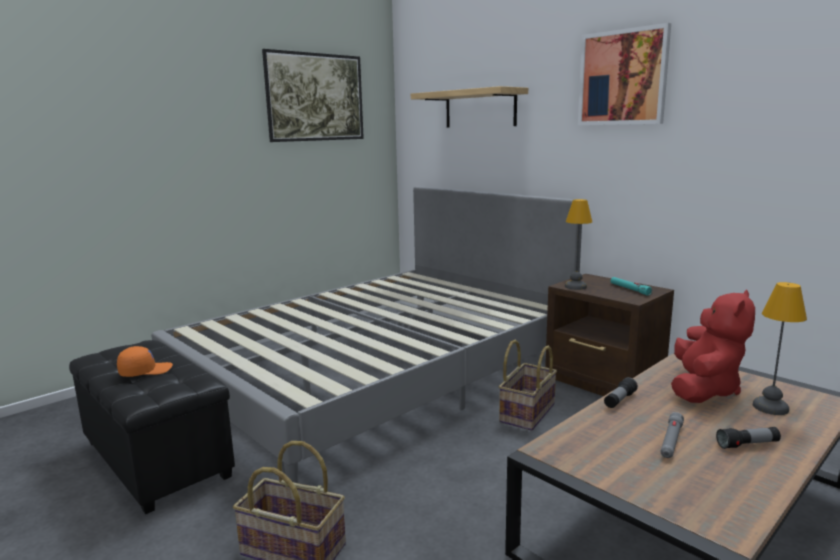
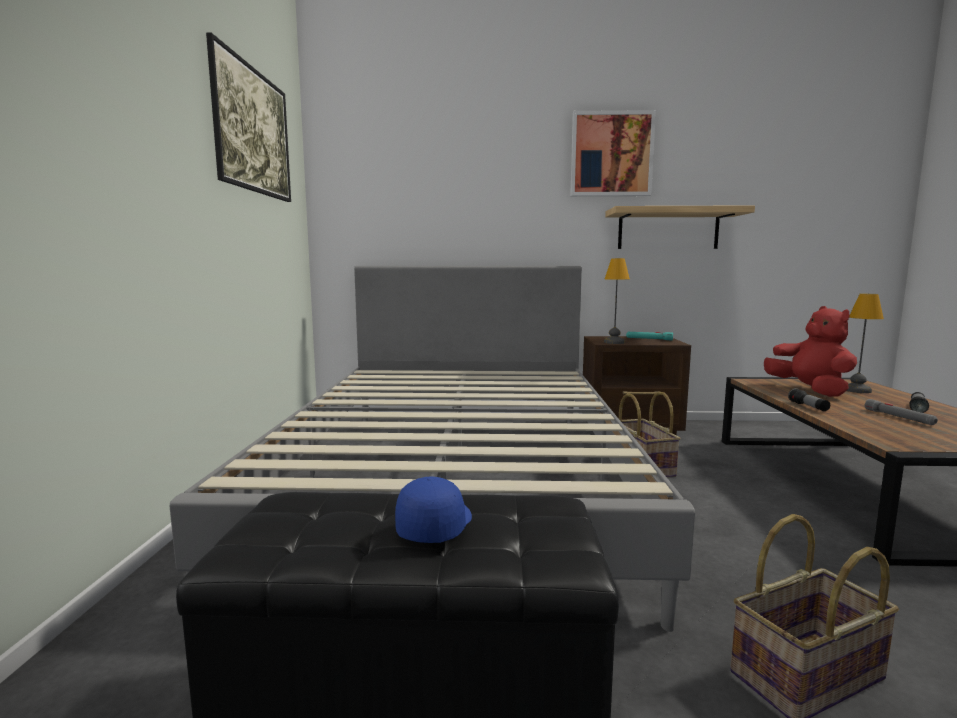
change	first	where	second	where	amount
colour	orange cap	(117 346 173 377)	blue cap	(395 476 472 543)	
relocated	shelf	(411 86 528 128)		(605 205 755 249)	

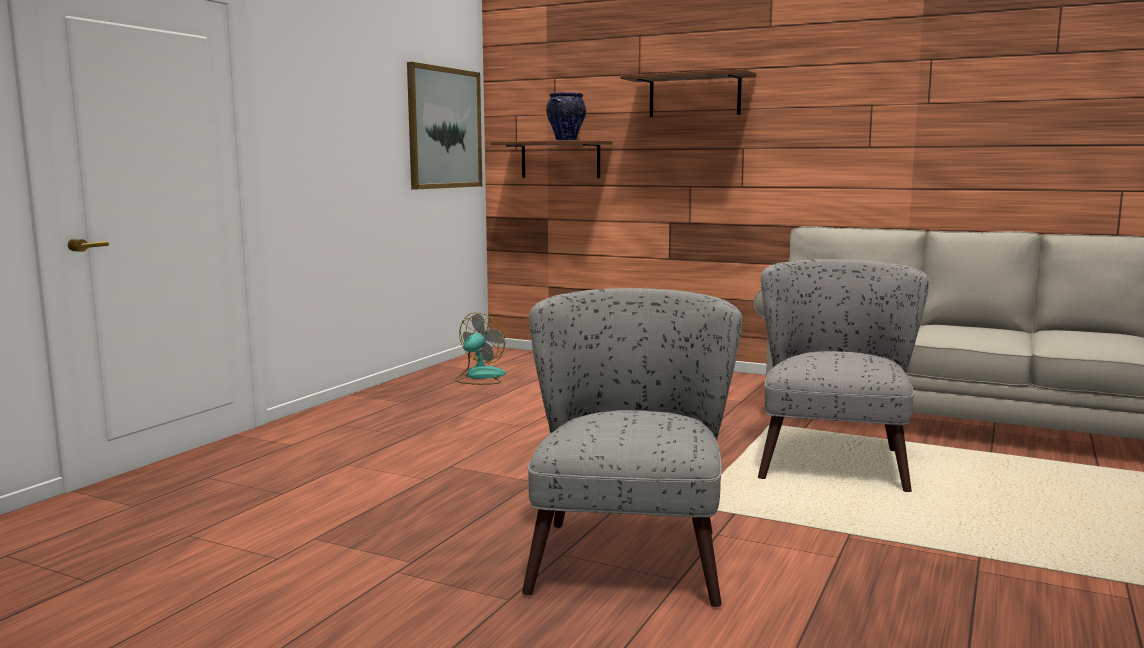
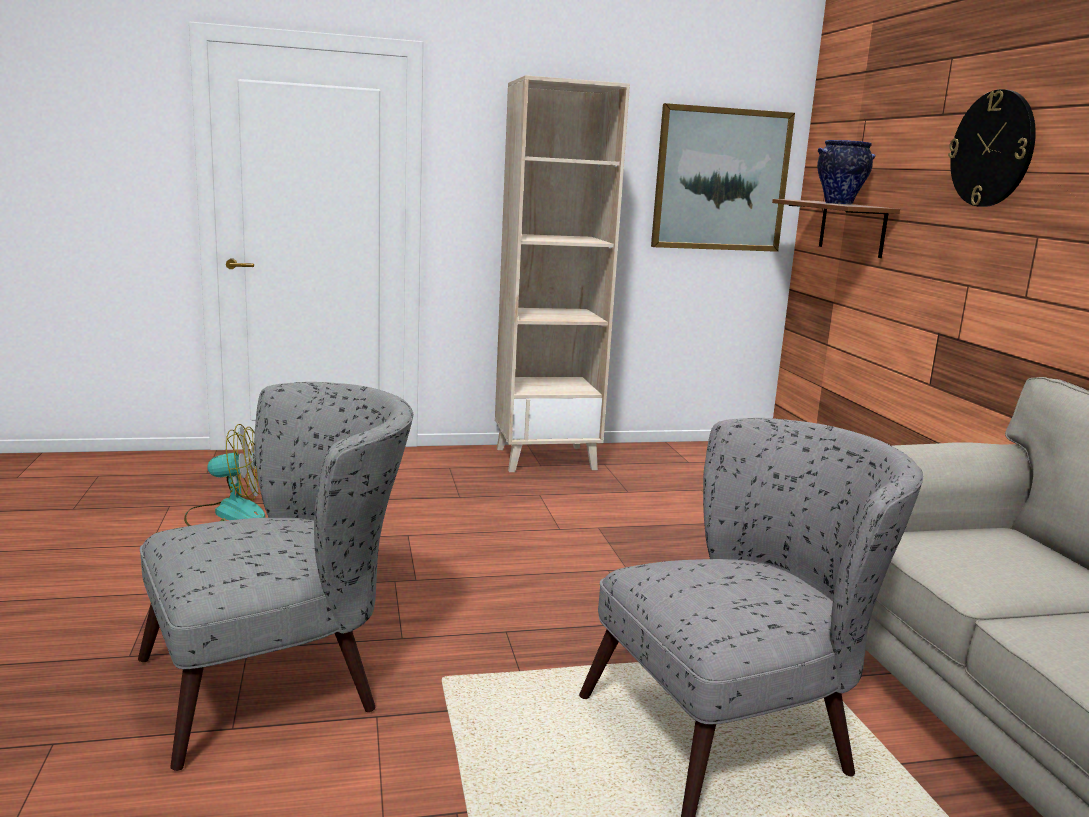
change	first	where	second	where	amount
relocated	fan	(455 313 506 385)		(184 424 265 526)	
exchanged	brown shelf	(620 69 756 117)	wall clock	(948 89 1036 207)	
appeared			beige bookcase	(495 75 630 472)	

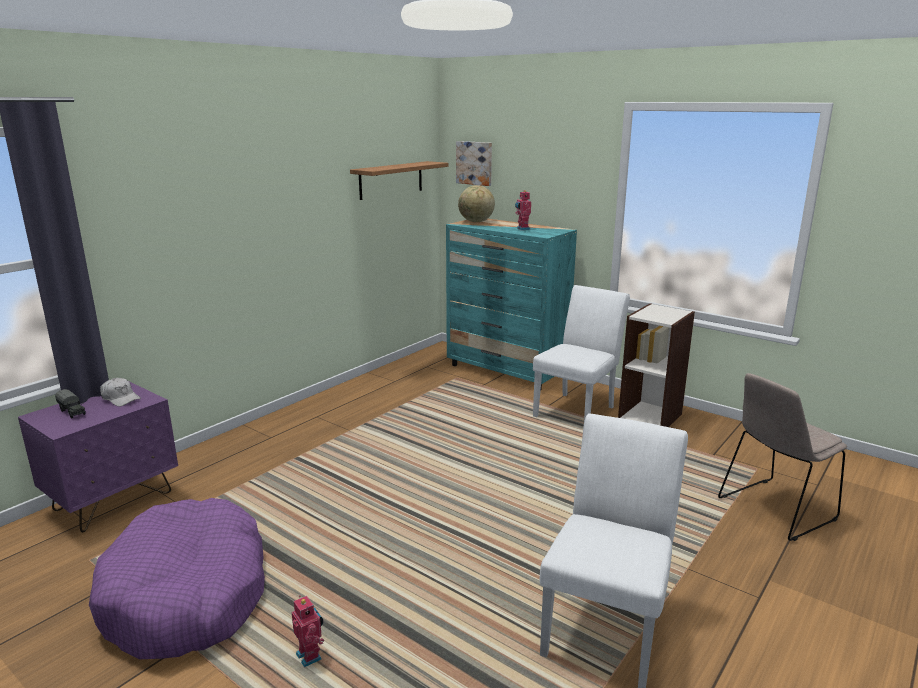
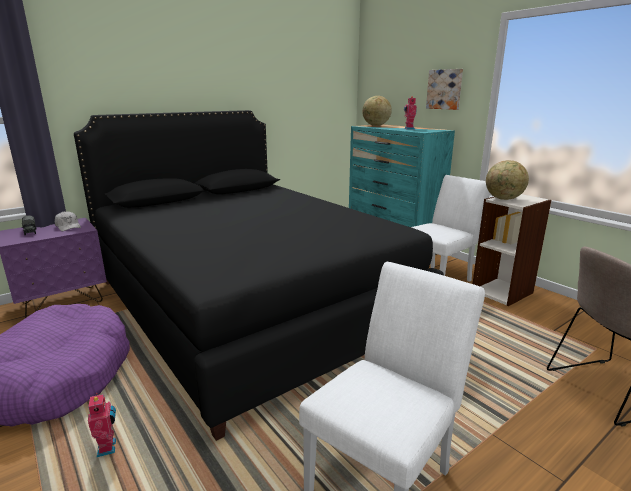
change	first	where	second	where	amount
missing	shelf	(350 161 449 200)			
relocated	picture	(456 141 492 186)		(426 69 463 110)	
appeared			black bed	(74 110 444 441)	
appeared			globe	(486 160 529 200)	

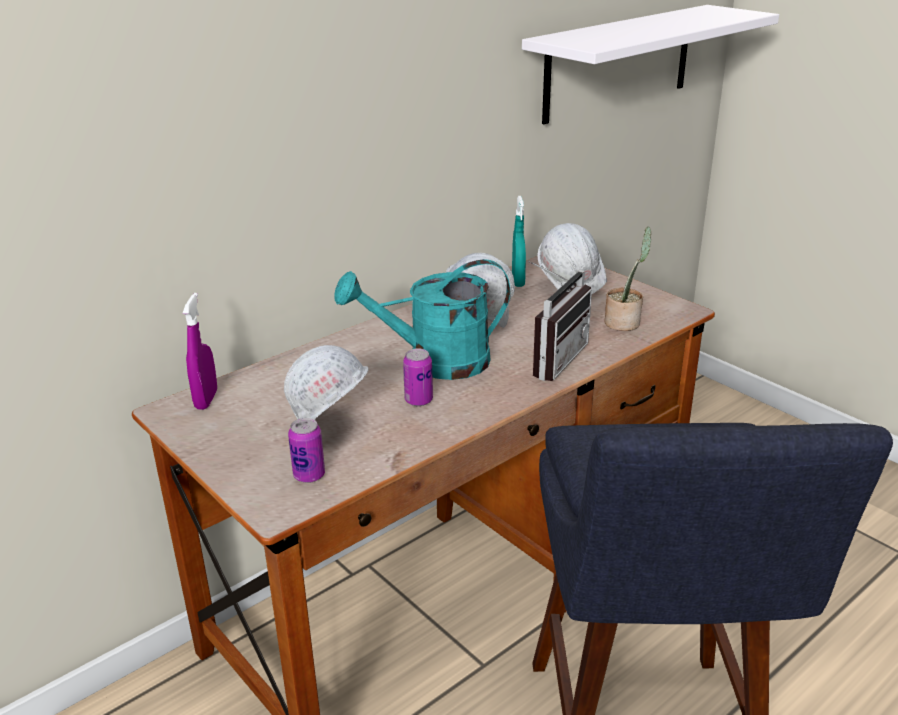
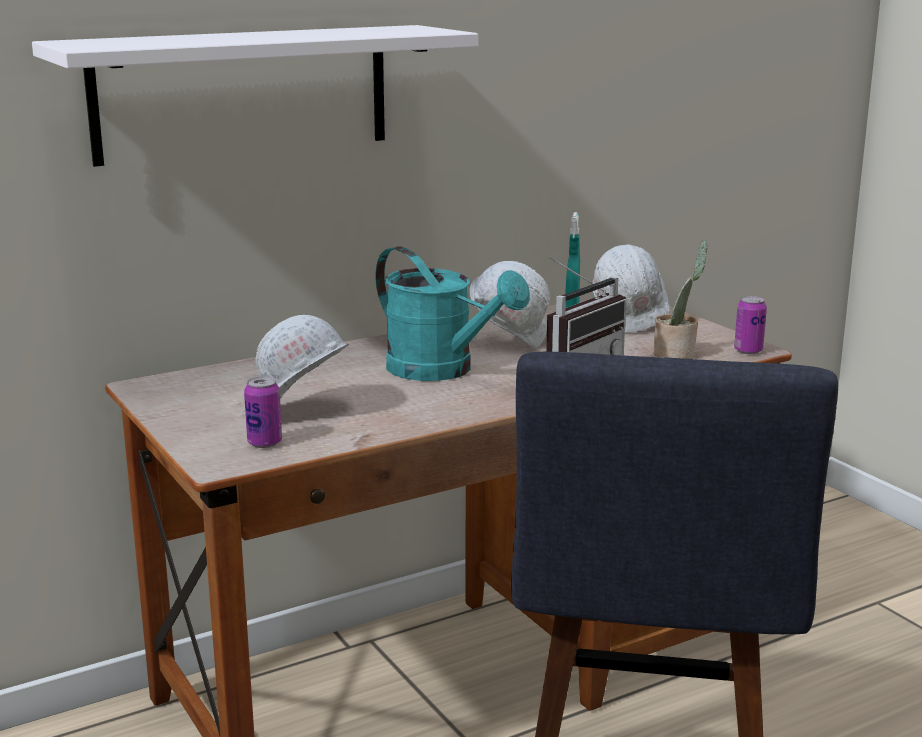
change	first	where	second	where	amount
missing	purple spray bottle	(183 293 217 410)			
spun	turquoise watering can	(334 259 510 380)		(376 246 530 381)	135 degrees counterclockwise
relocated	can	(403 348 433 406)		(734 296 767 354)	
relocated	white shelf	(522 5 779 124)		(32 25 478 167)	

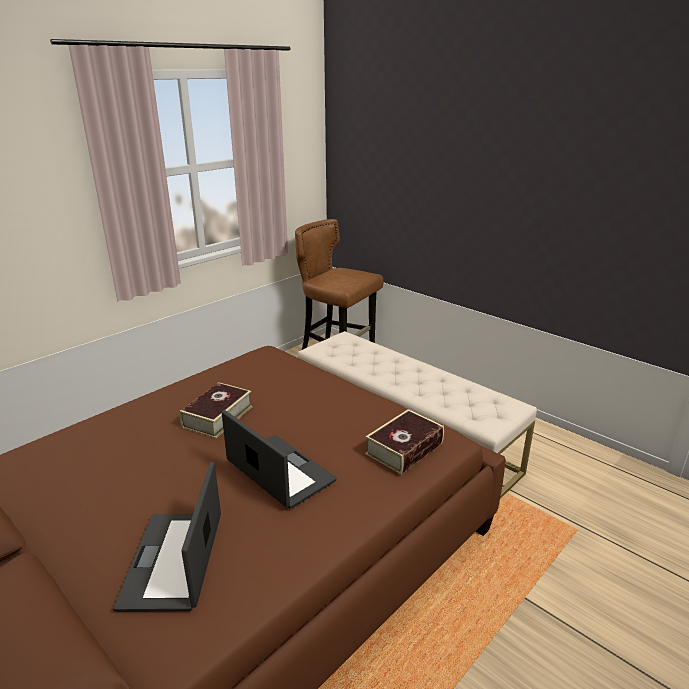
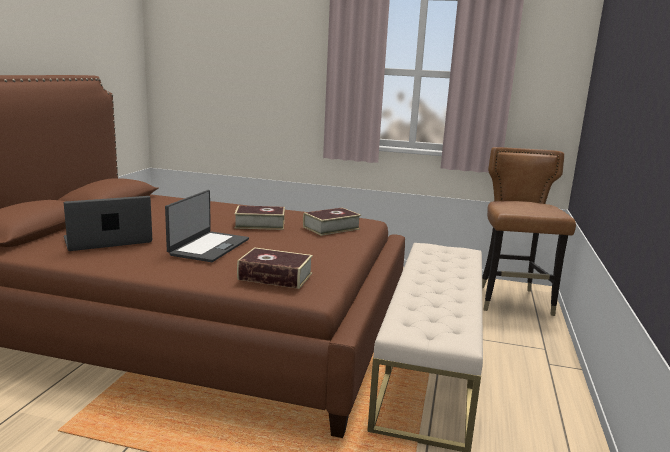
change	first	where	second	where	amount
appeared			book	(303 208 361 236)	

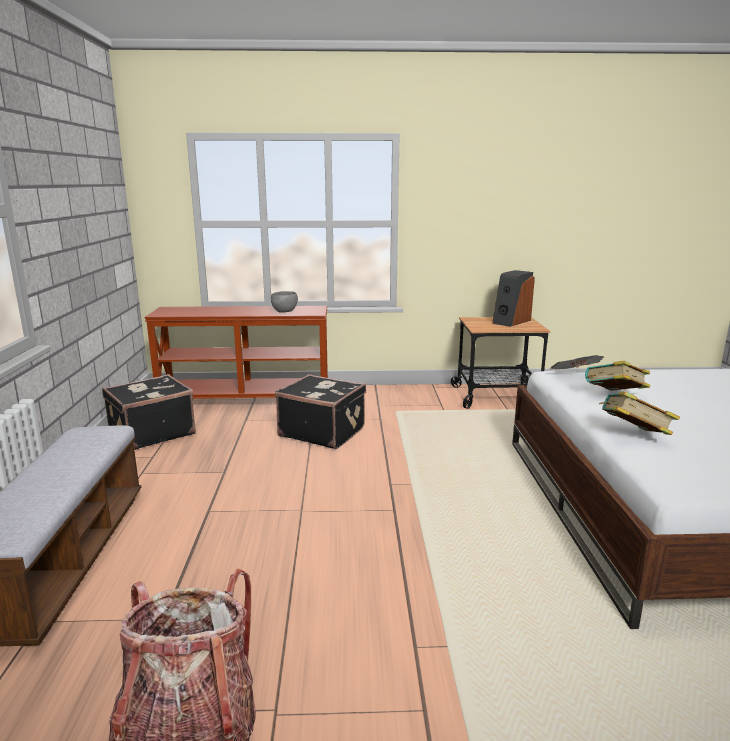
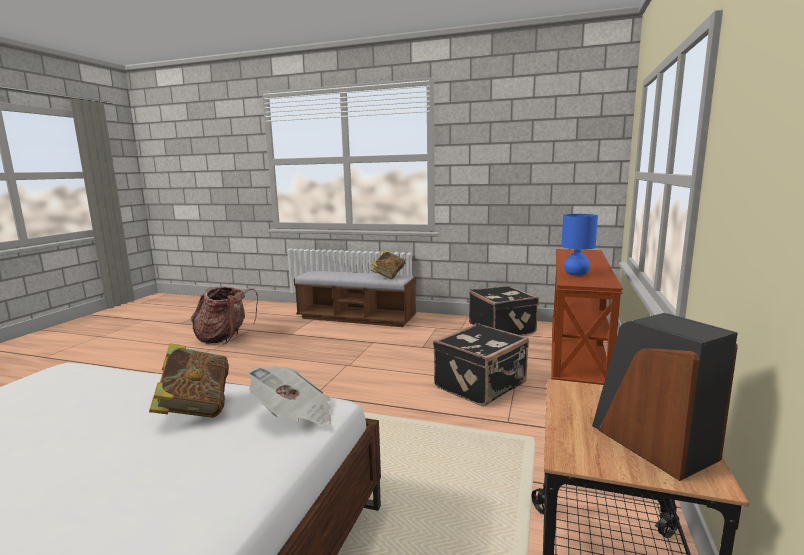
change	first	where	second	where	amount
exchanged	grey bowl	(271 291 298 313)	blue table lamp	(561 214 598 276)	
relocated	book	(599 391 680 435)		(371 250 405 279)	

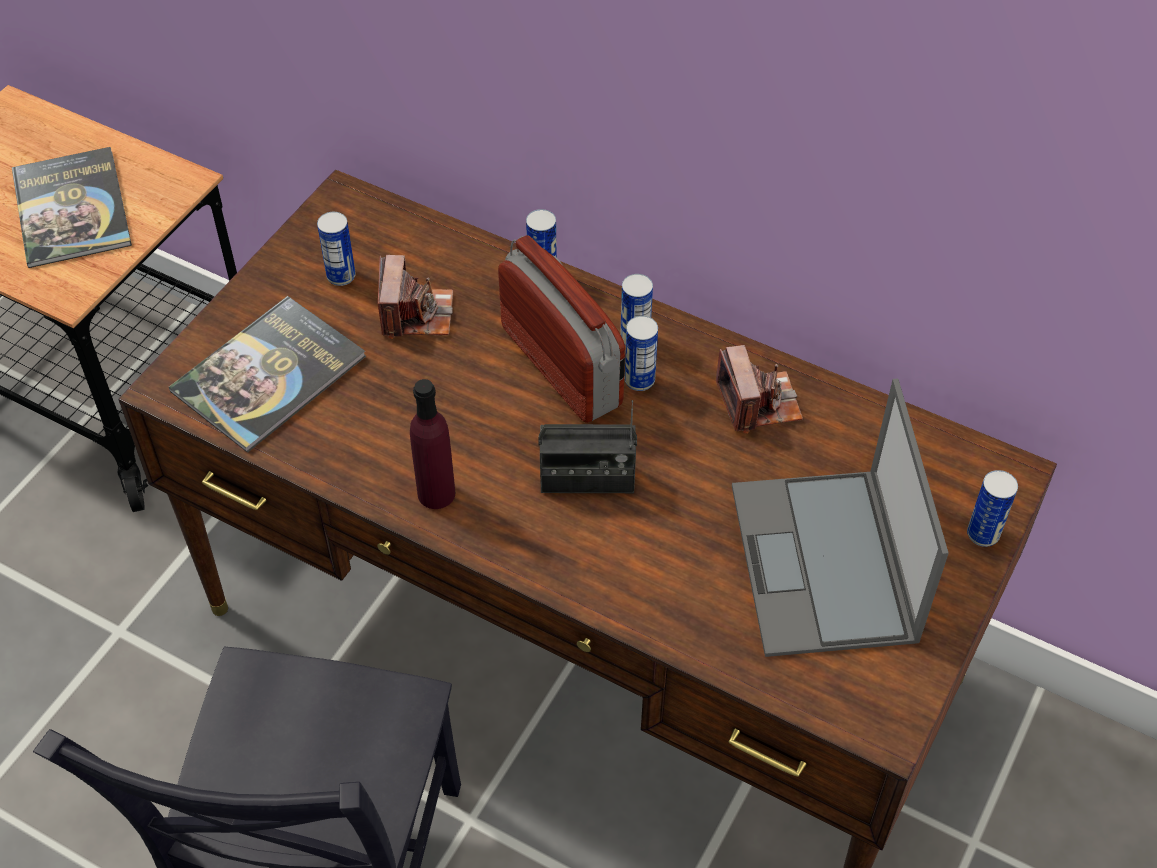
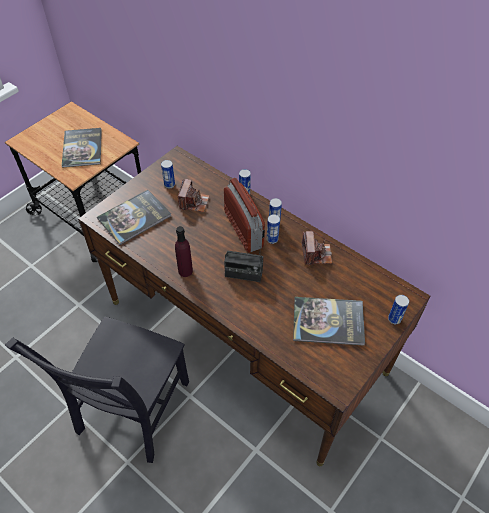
change	first	where	second	where	amount
exchanged	laptop	(732 379 949 657)	book	(293 297 365 346)	

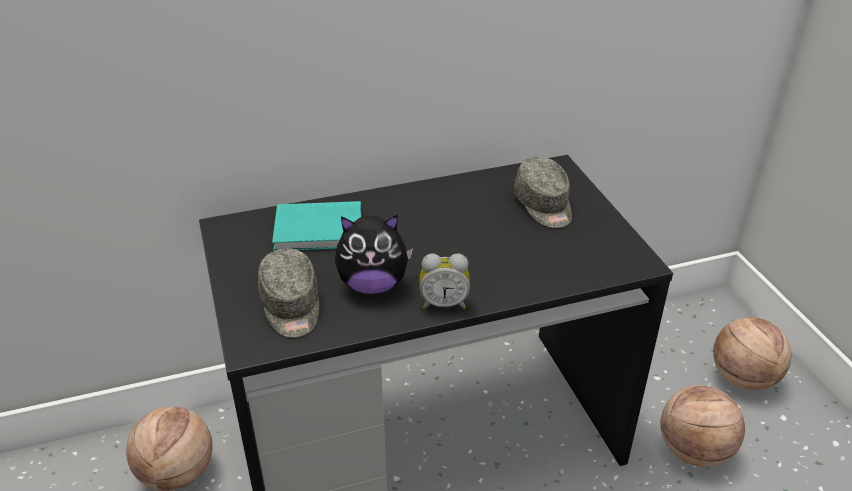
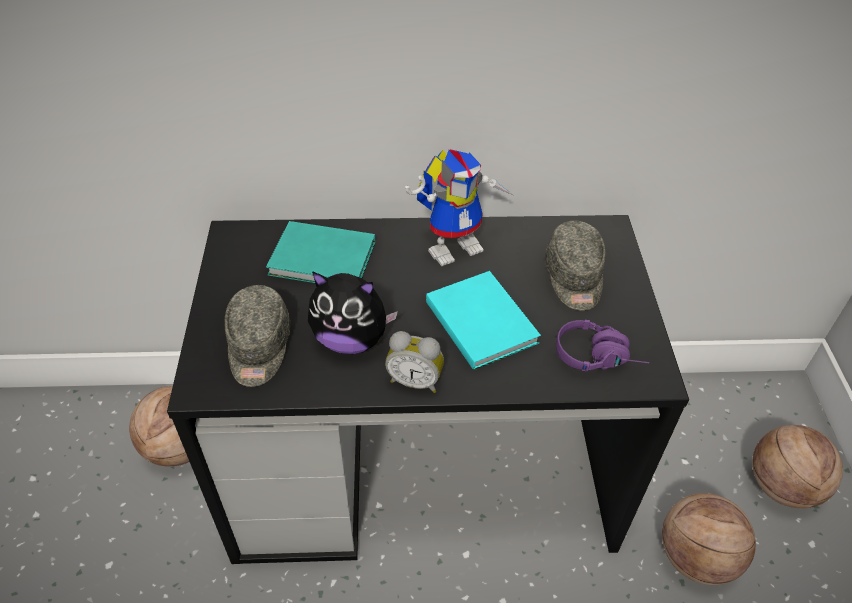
change	first	where	second	where	amount
appeared			toy robot	(405 149 513 266)	
appeared			turquoise book	(426 271 541 370)	
appeared			purple headphones	(556 320 649 371)	

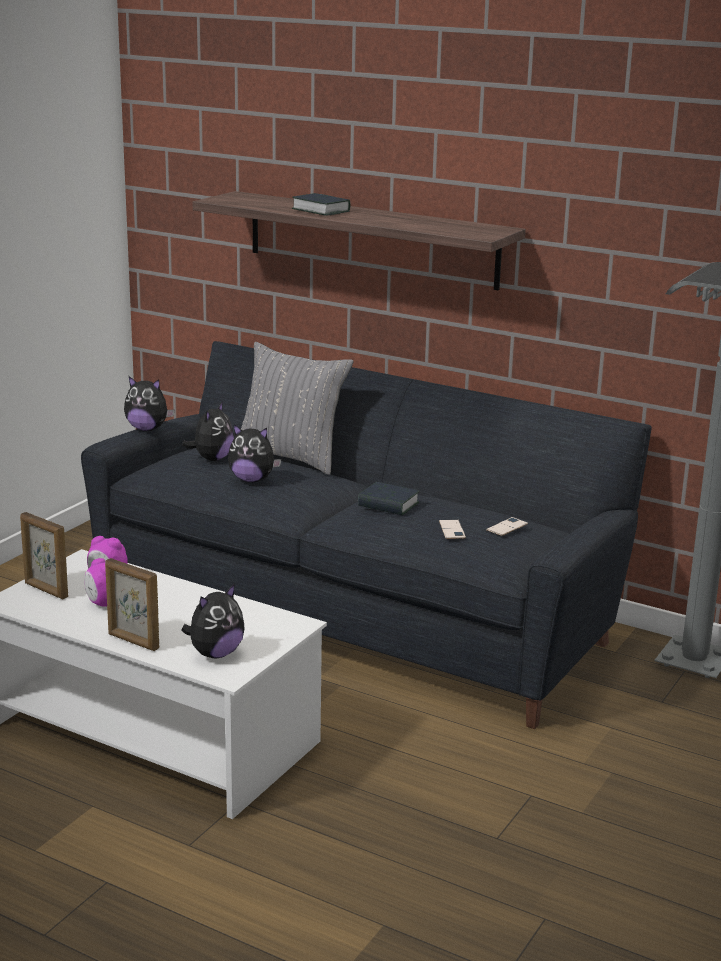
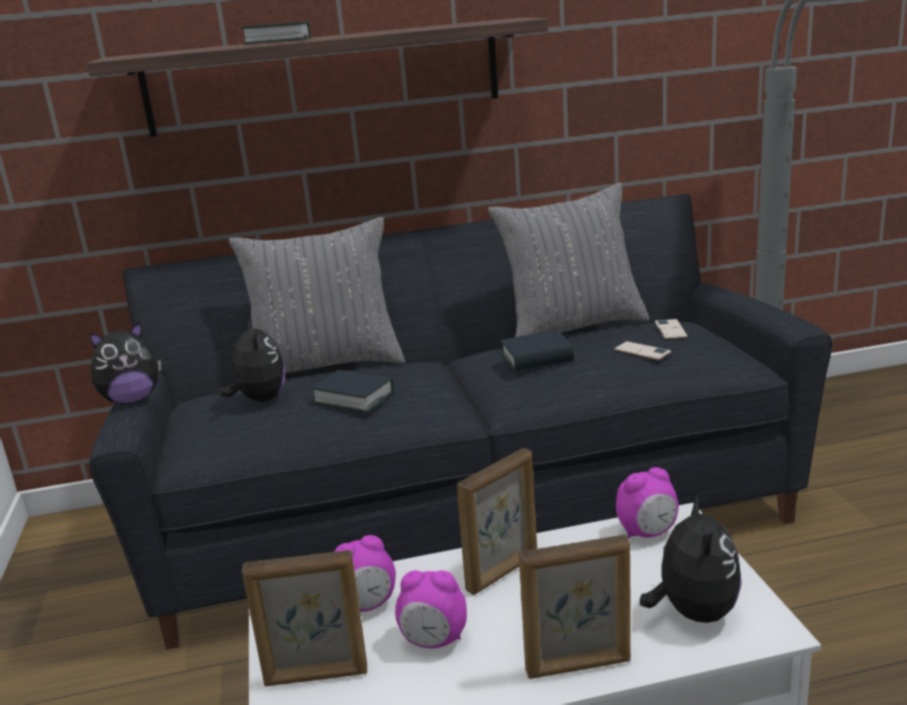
change	first	where	second	where	amount
exchanged	plush toy	(228 424 281 482)	book	(311 370 394 413)	
appeared			picture frame	(457 448 537 595)	
appeared			grey pillow	(488 183 650 337)	
appeared			alarm clock	(616 467 679 538)	

